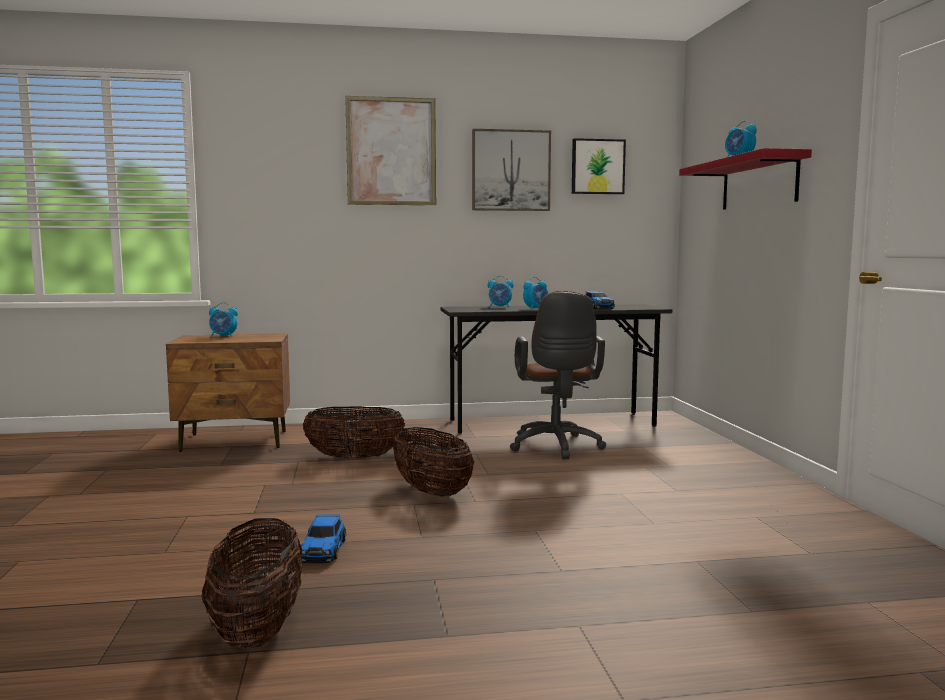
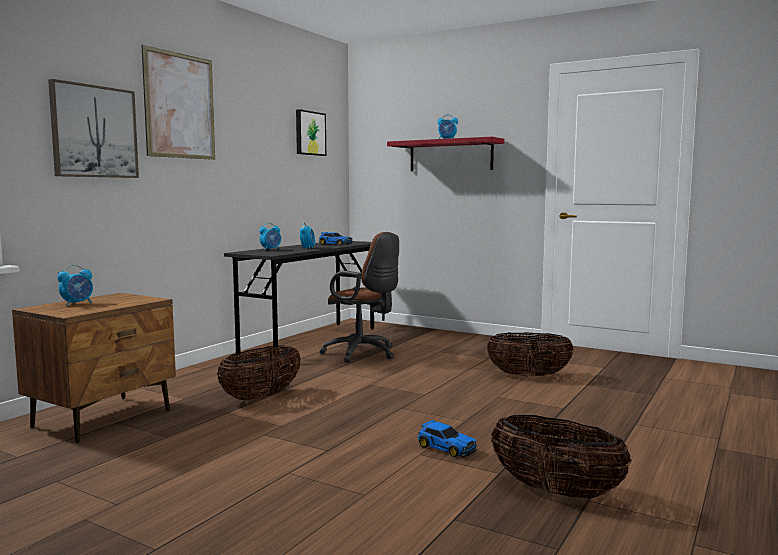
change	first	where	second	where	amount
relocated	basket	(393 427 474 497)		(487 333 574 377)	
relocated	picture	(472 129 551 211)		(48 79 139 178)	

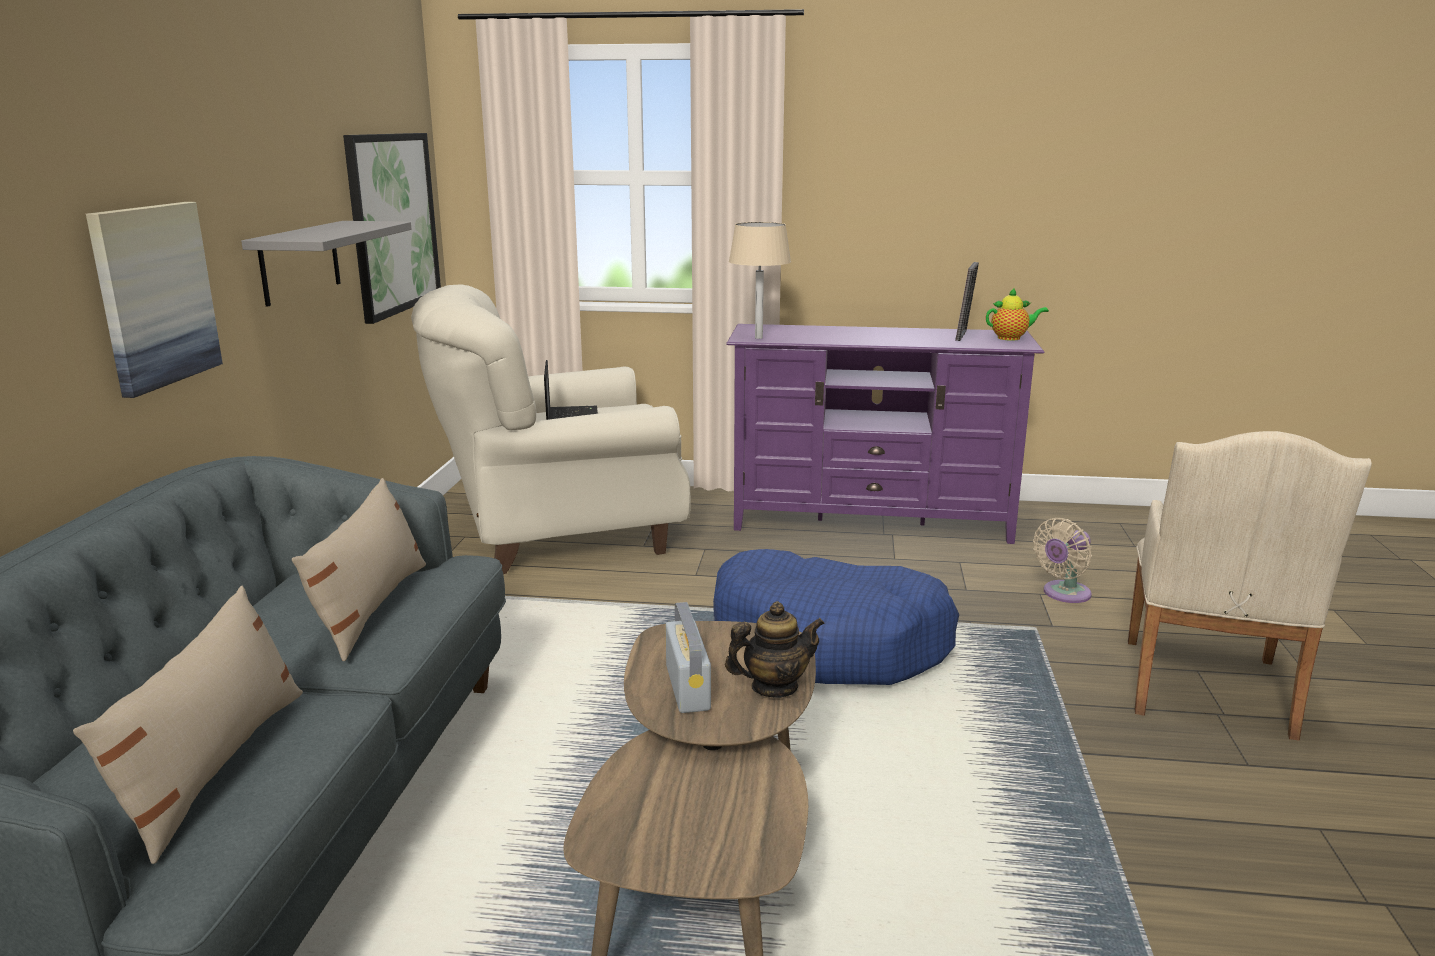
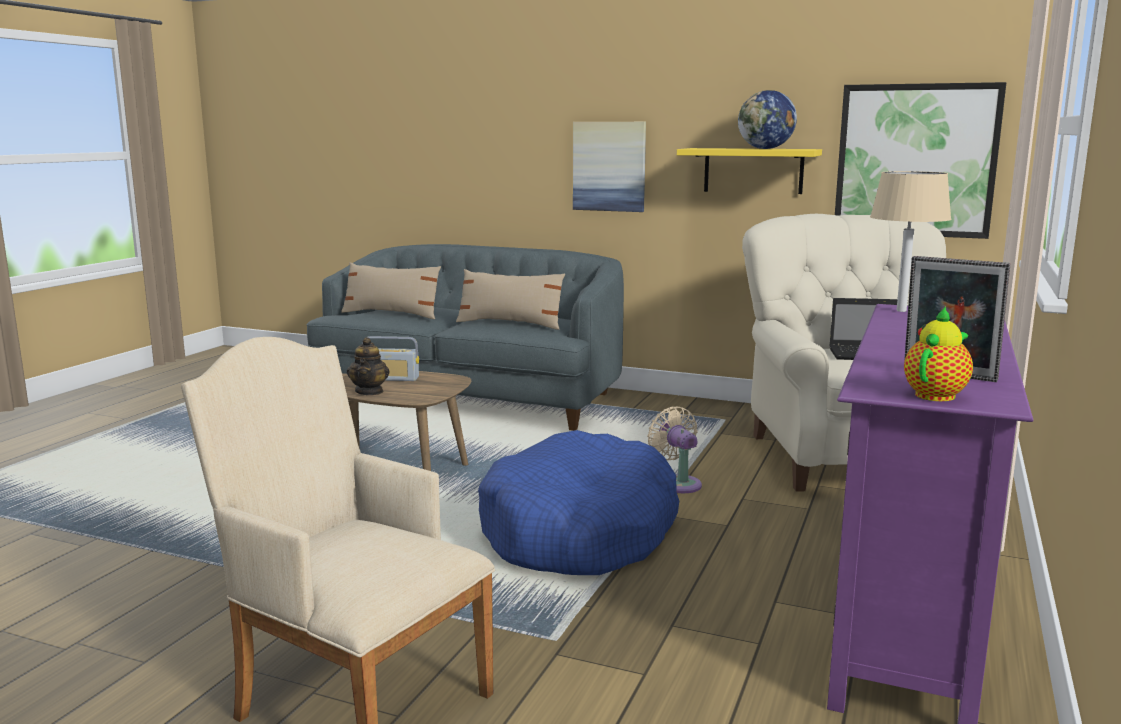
change	first	where	second	where	amount
colour	grey shelf	(241 221 411 307)	yellow shelf	(677 148 822 194)	
spun	teapot	(986 288 1049 341)		(904 307 973 401)	150 degrees counterclockwise
relocated	beige fan	(1033 518 1092 603)		(647 407 702 493)	
appeared			globe	(738 90 797 149)	

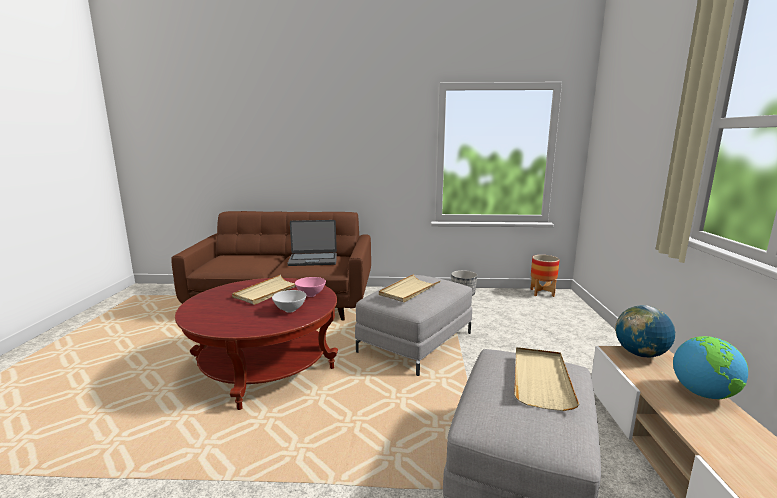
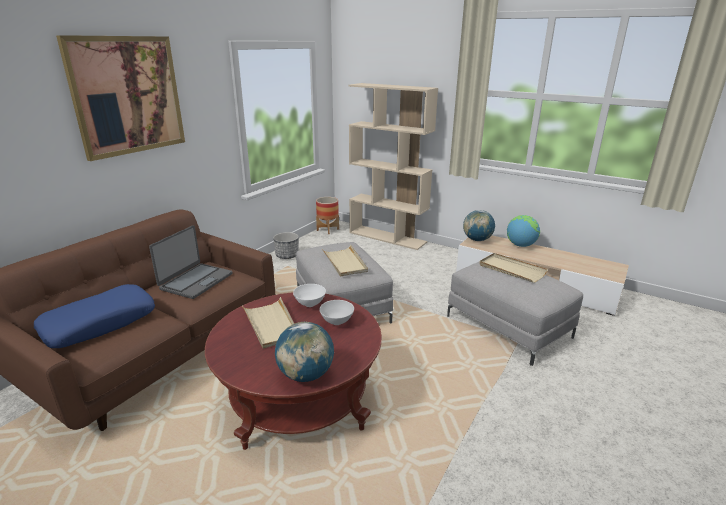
change	first	where	second	where	amount
colour	pink bowl	(295 277 326 297)	white bowl	(293 284 326 307)	
appeared			blue pillow	(34 284 155 348)	
appeared			picture	(56 35 185 161)	
appeared			globe	(275 322 334 382)	
appeared			beige bookcase	(349 83 438 250)	

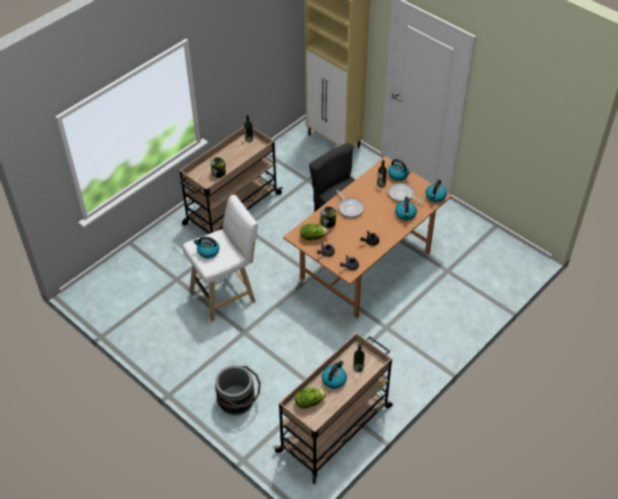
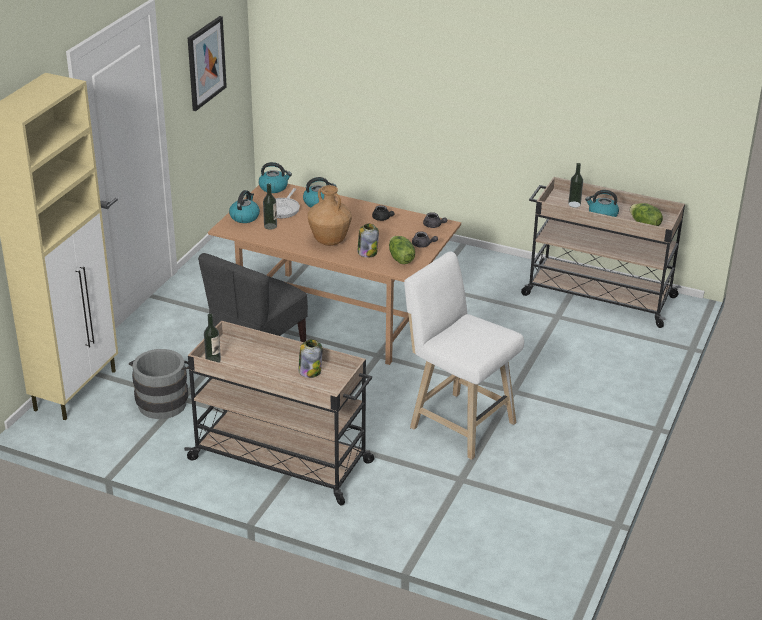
change	first	where	second	where	amount
missing	kettle	(193 236 219 258)			
relocated	grey bucket	(215 365 261 415)		(129 349 189 419)	
exchanged	frying pan	(336 190 364 218)	brown vase	(308 185 352 246)	
appeared			picture	(188 16 227 111)	

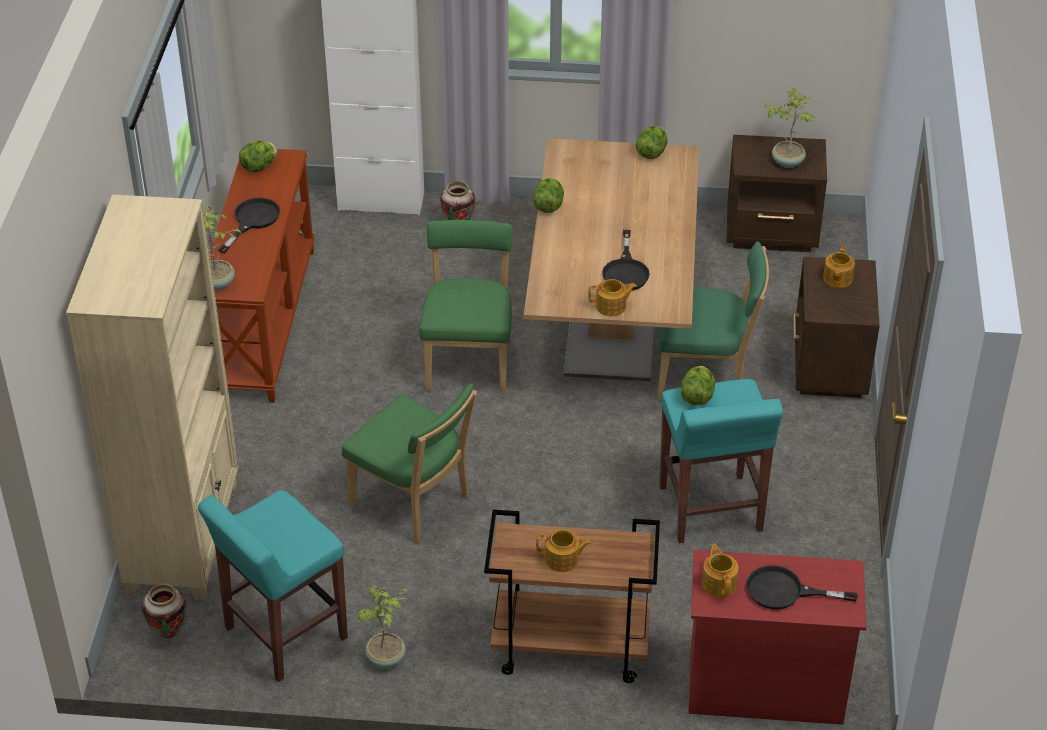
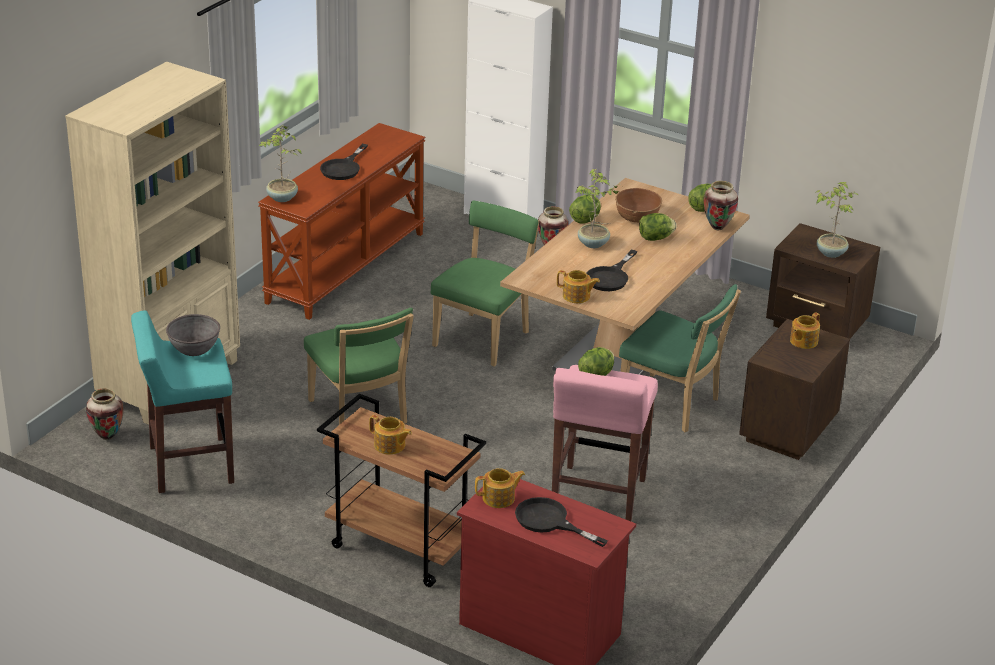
change	first	where	second	where	amount
spun	black frying pan	(218 198 280 253)		(320 144 368 180)	150 degrees clockwise
relocated	lettuce	(239 140 278 172)		(639 213 677 241)	
relocated	potted plant	(357 585 409 668)		(575 169 623 248)	
colour	turquoise stool	(659 379 783 543)	pink stool	(552 365 658 521)	
spun	teapot	(702 543 738 597)		(475 468 525 508)	60 degrees clockwise
appeared			grey bowl	(166 314 220 356)	
appeared			brown bowl	(615 188 662 223)	
appeared			vase	(704 181 738 230)	

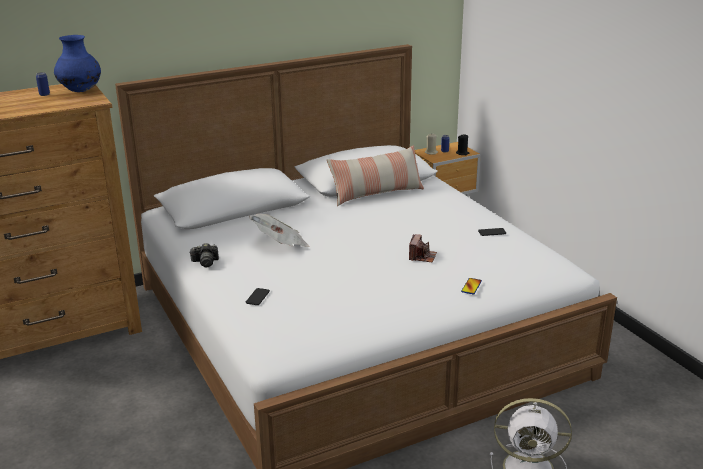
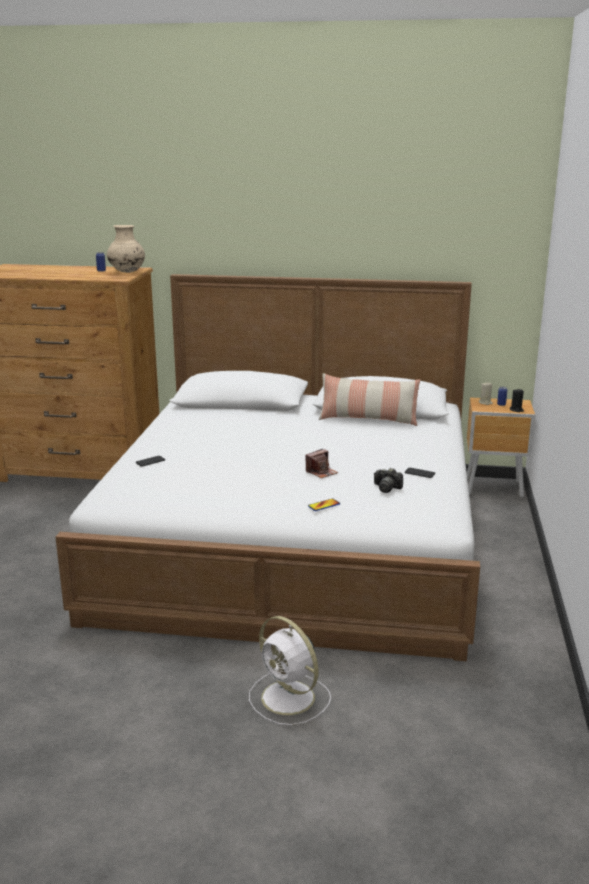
change	first	where	second	where	amount
colour	blue vase	(54 35 101 92)	beige vase	(107 225 145 273)	
relocated	photo camera	(189 243 219 267)		(374 468 403 493)	
missing	newspaper	(249 214 310 247)			

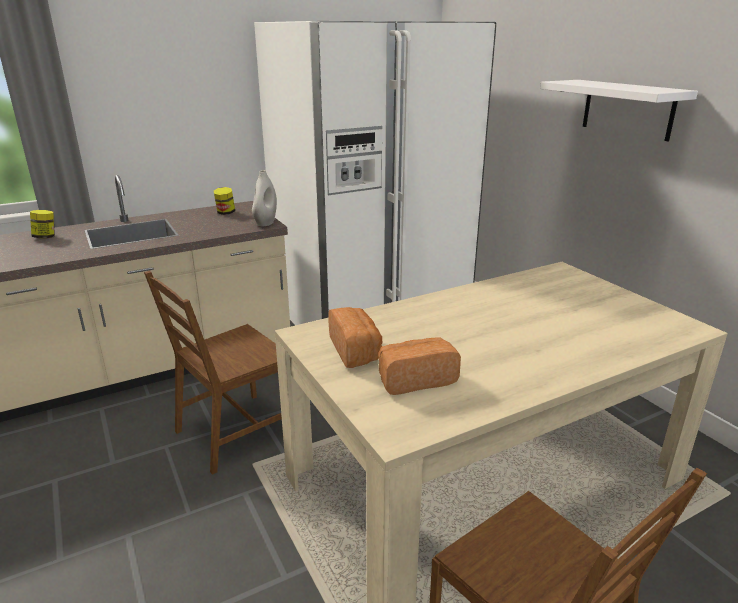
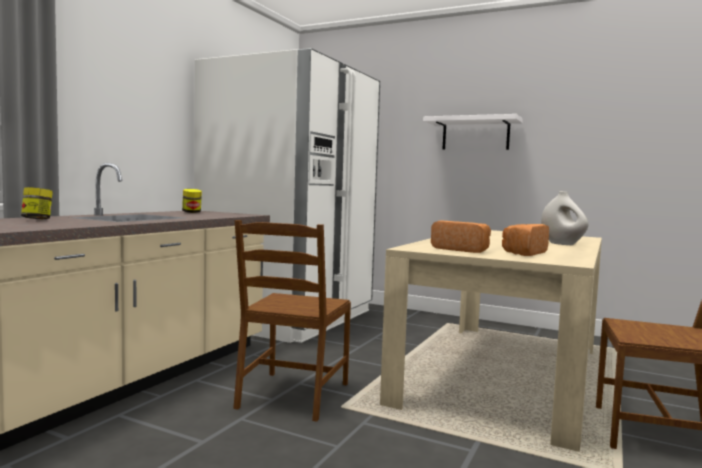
change	first	where	second	where	amount
relocated	white vase	(252 170 277 226)		(541 191 588 245)	

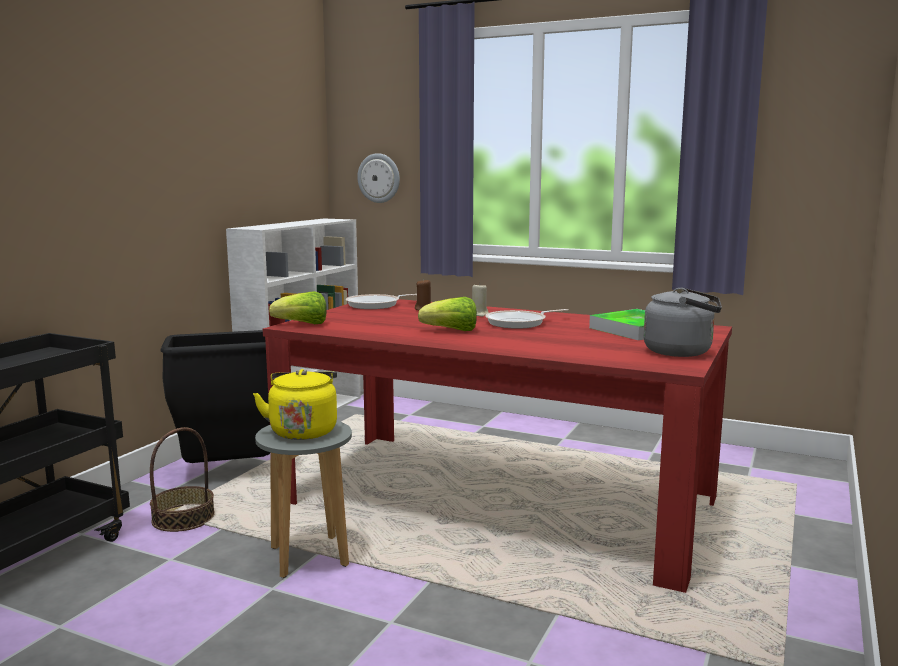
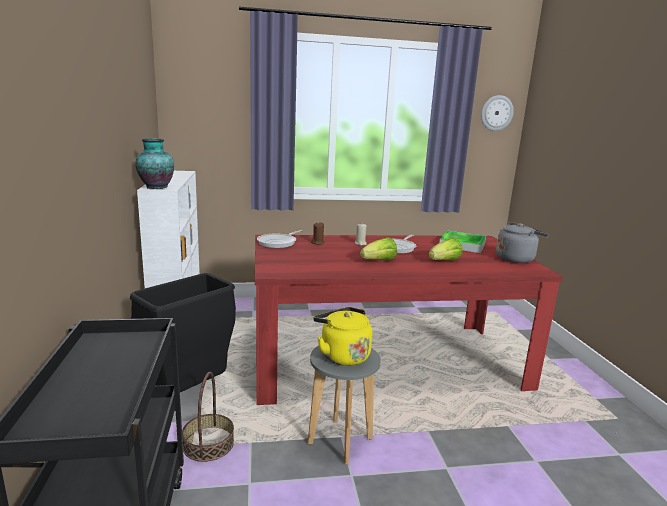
change	first	where	second	where	amount
relocated	lettuce	(269 291 327 324)		(429 238 463 260)	
relocated	wall clock	(357 153 400 203)		(481 95 514 131)	
appeared			vase	(135 138 174 189)	

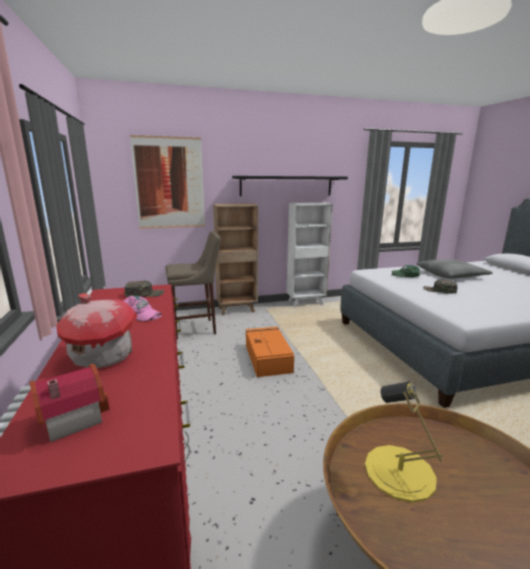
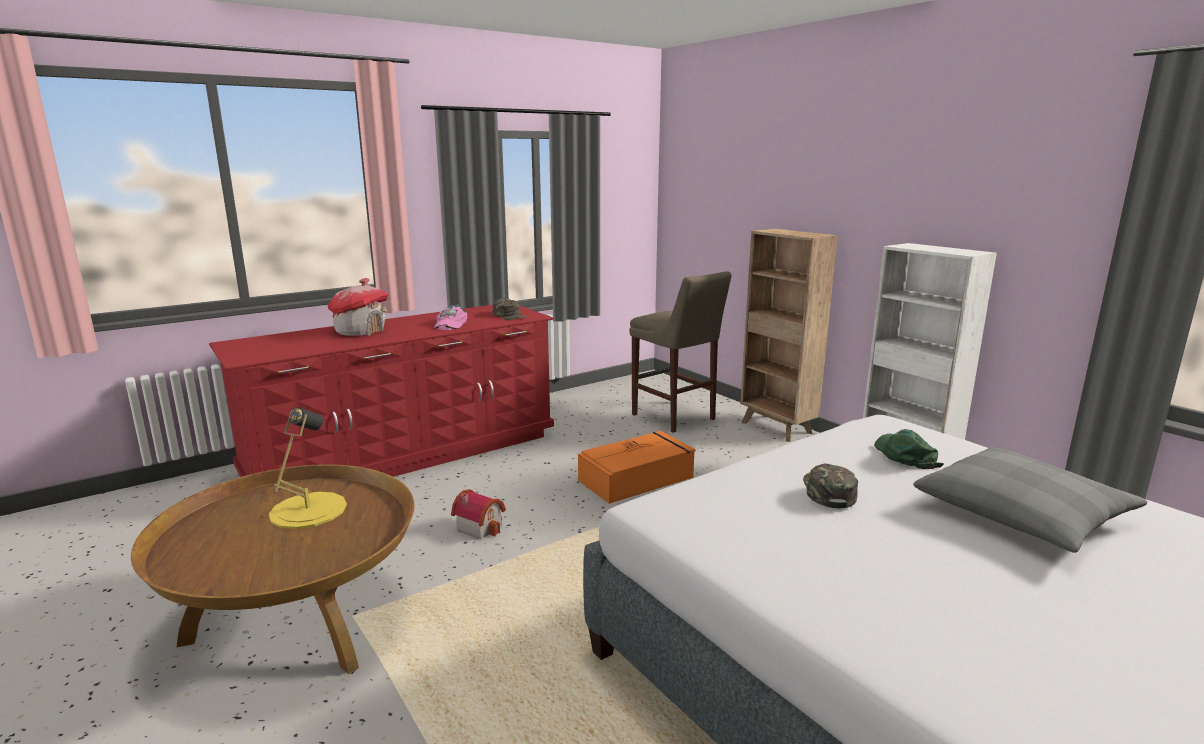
change	first	where	second	where	amount
relocated	toy house	(30 364 109 442)		(451 489 506 539)	
missing	picture	(130 135 205 229)			
missing	black shelf	(232 176 348 196)			

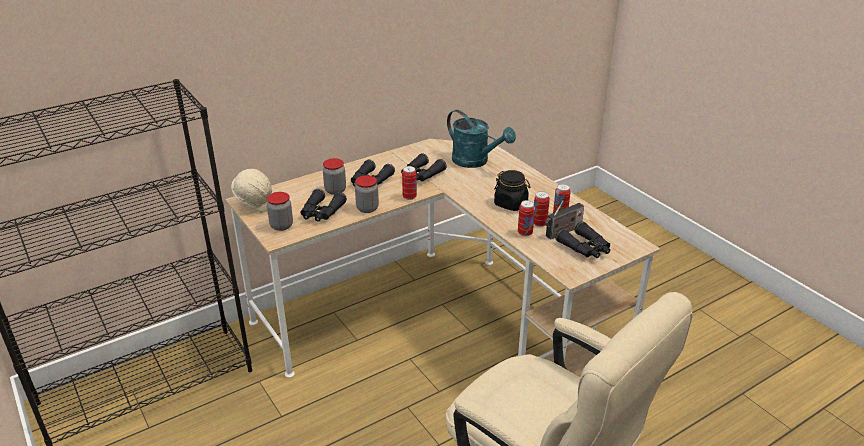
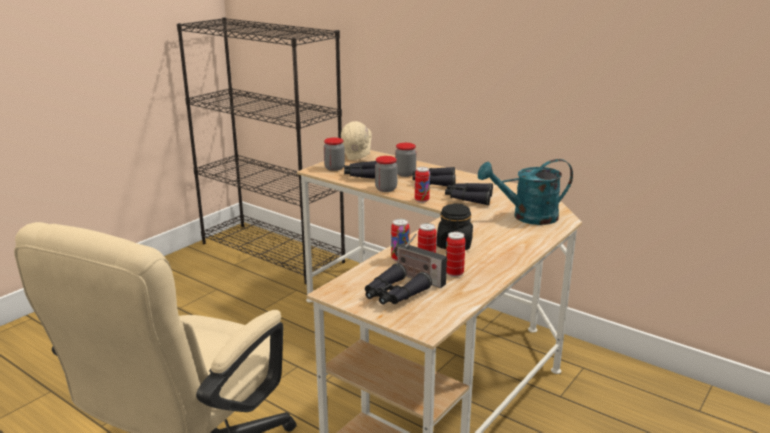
change	first	where	second	where	amount
spun	turquoise watering can	(447 110 516 168)		(478 159 573 225)	60 degrees clockwise

